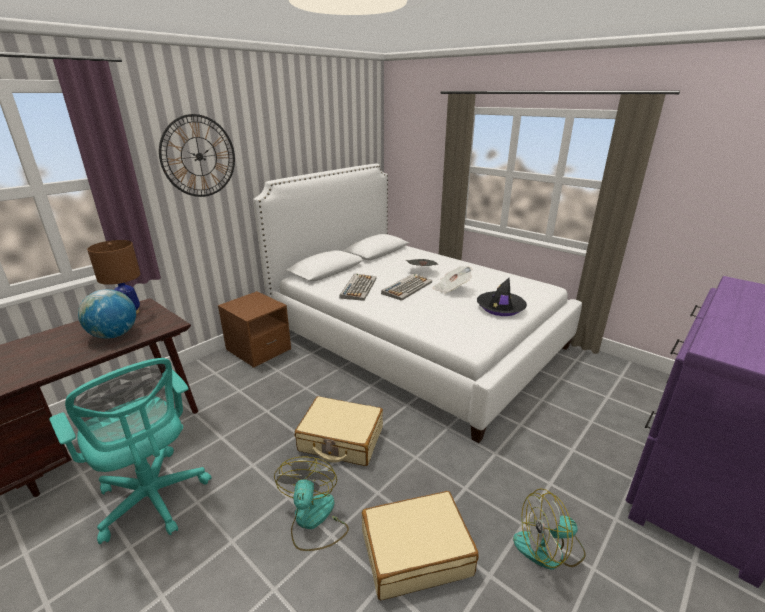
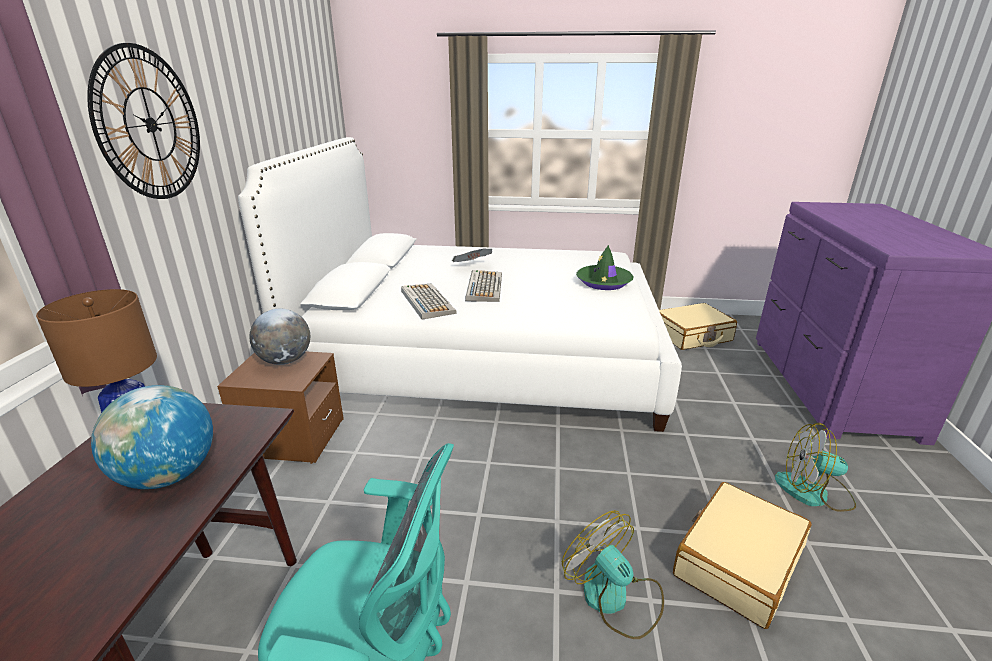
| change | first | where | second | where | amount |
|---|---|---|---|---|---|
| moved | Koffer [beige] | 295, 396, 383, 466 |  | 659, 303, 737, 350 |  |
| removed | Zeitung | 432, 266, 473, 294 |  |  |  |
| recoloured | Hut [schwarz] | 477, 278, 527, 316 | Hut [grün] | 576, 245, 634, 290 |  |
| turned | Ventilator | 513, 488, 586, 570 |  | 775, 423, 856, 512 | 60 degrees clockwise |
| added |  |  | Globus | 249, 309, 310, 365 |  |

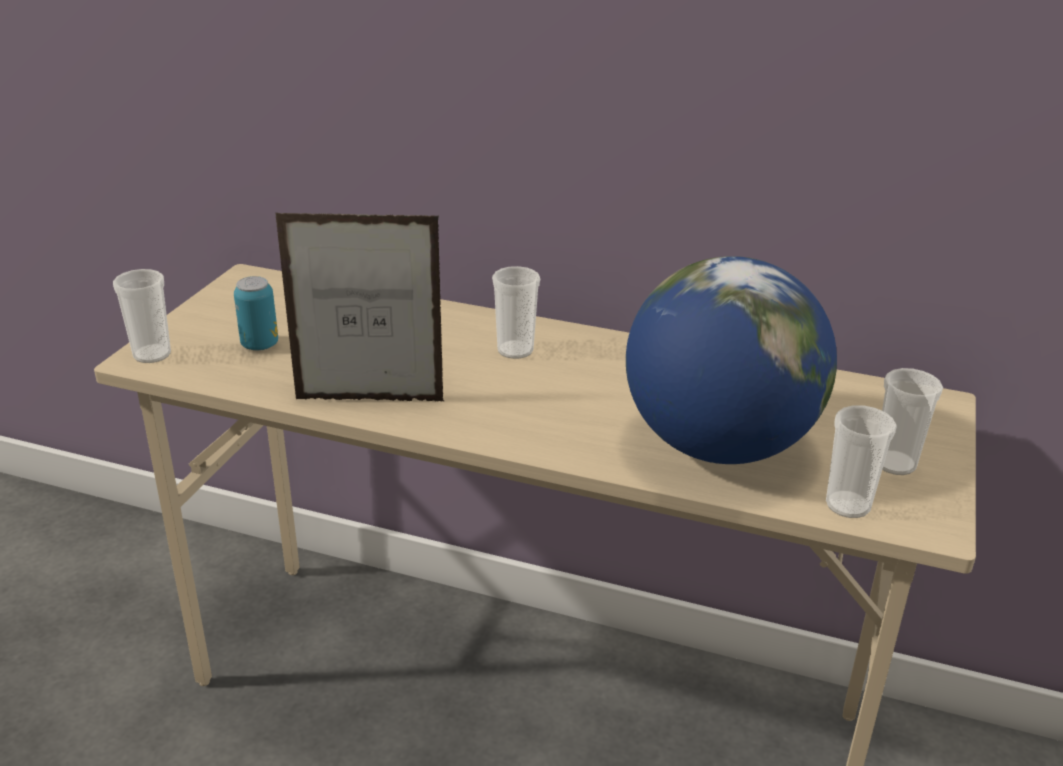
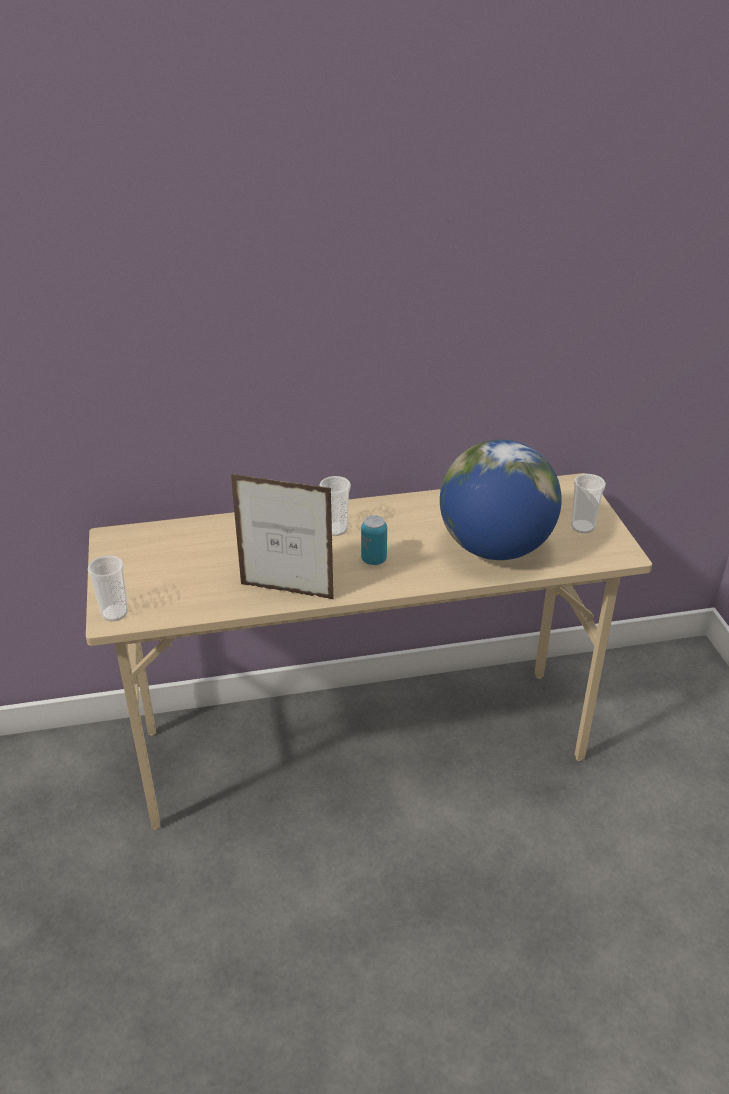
| change | first | where | second | where | amount |
|---|---|---|---|---|---|
| moved | Dose | 234, 276, 278, 351 |  | 361, 515, 387, 565 |  |
| turned | Bilderrahmen | 275, 213, 445, 401 |  | 231, 474, 334, 599 | 45 degrees clockwise |
| removed | Tasse | 826, 405, 897, 518 |  |  |  |

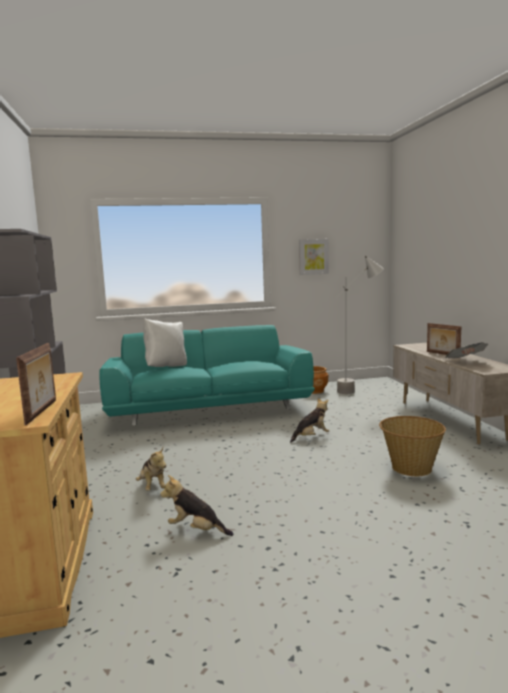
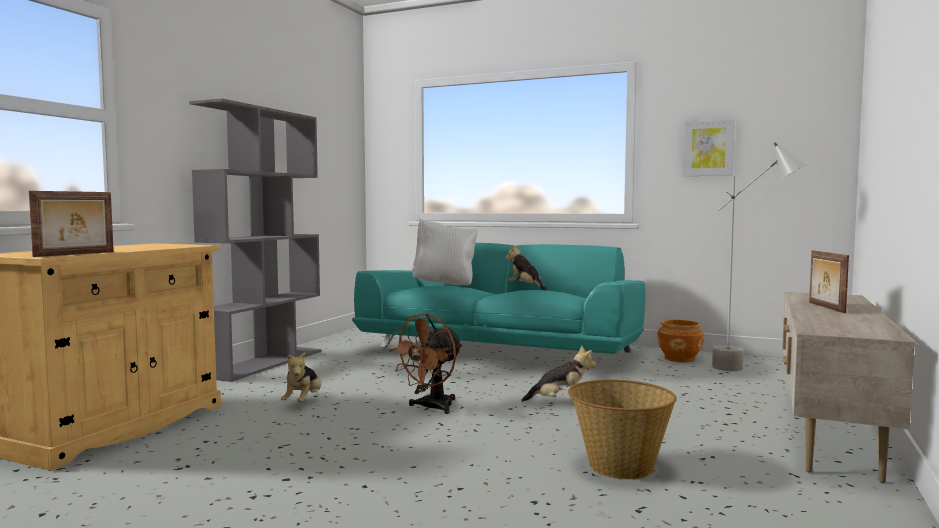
| change | first | where | second | where | amount |
|---|---|---|---|---|---|
| moved | Plüschtier | 160, 475, 233, 536 |  | 505, 245, 547, 291 |  |
| removed | Zeitung | 445, 342, 488, 358 |  |  |  |
| added |  |  | Ventilator [braun] | 389, 313, 462, 414 |  |

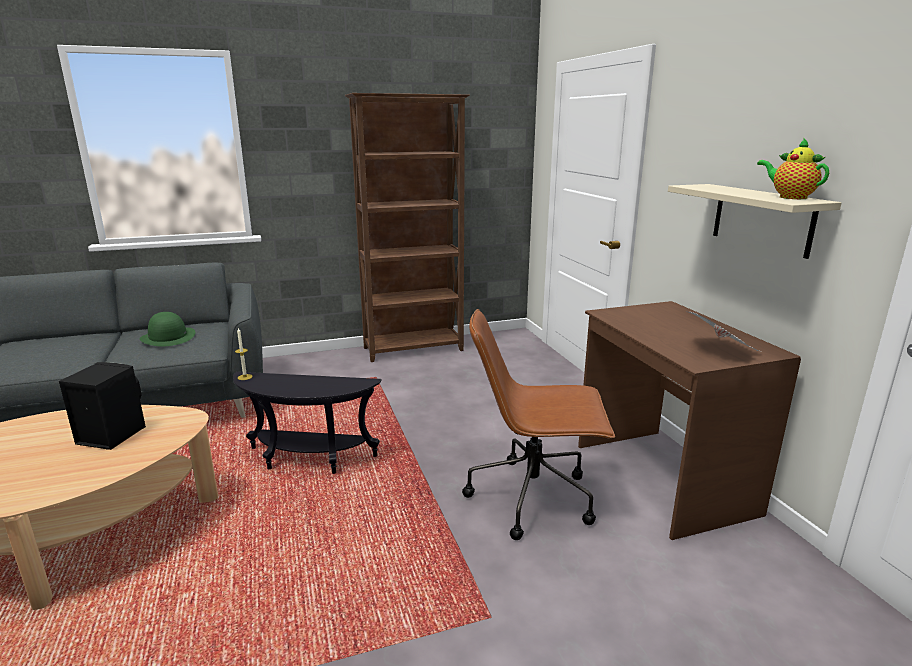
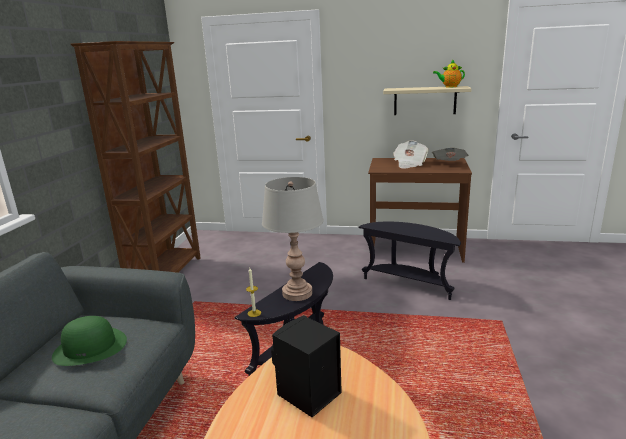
| change | first | where | second | where | amount |
|---|---|---|---|---|---|
| replaced | Bürostuhl [braun] | 462, 309, 615, 540 | Beistelltisch [schwarz] | 358, 222, 461, 300 |  |
| added |  |  | Tischlampe [grau] | 262, 177, 324, 301 |  |
| added |  |  | Zeitung | 393, 140, 429, 169 |  |

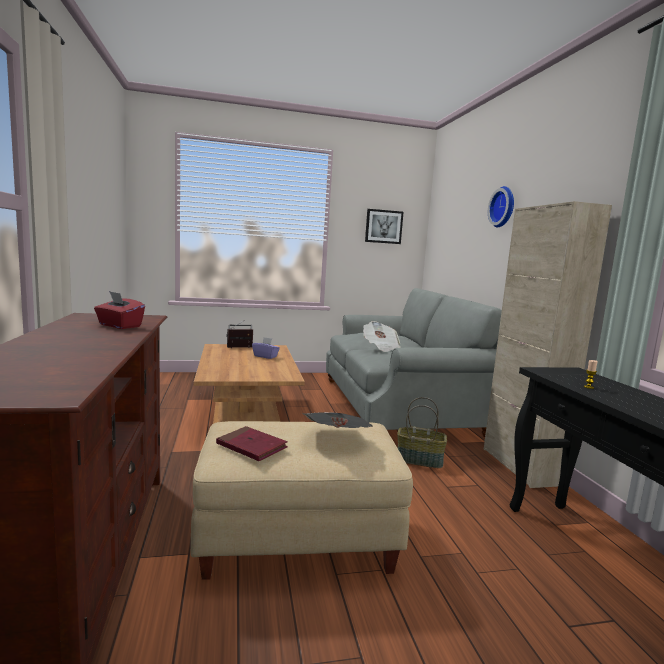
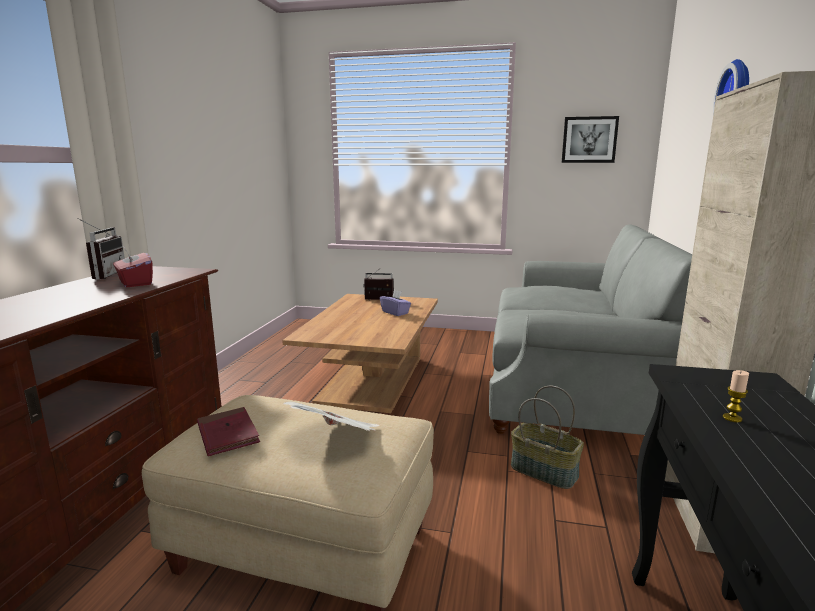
| change | first | where | second | where | amount |
|---|---|---|---|---|---|
| removed | Zeitung | 363, 321, 401, 352 |  |  |  |
| added |  |  | Radio | 77, 218, 125, 280 |  |

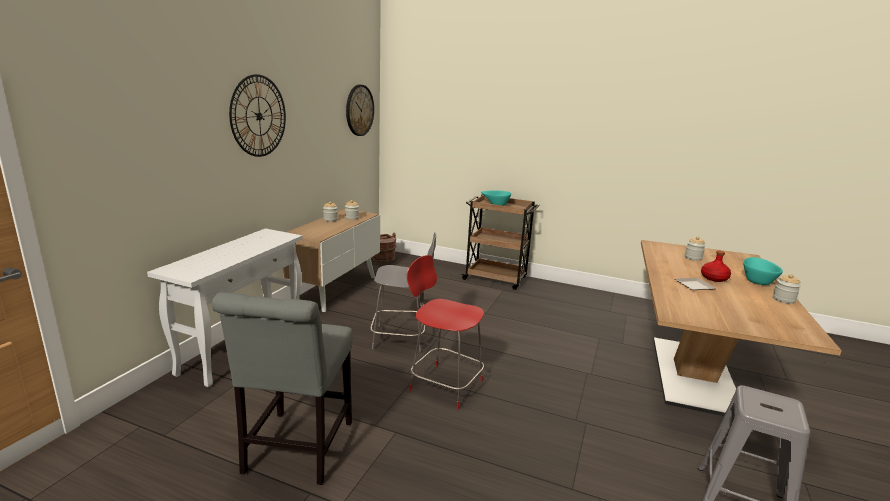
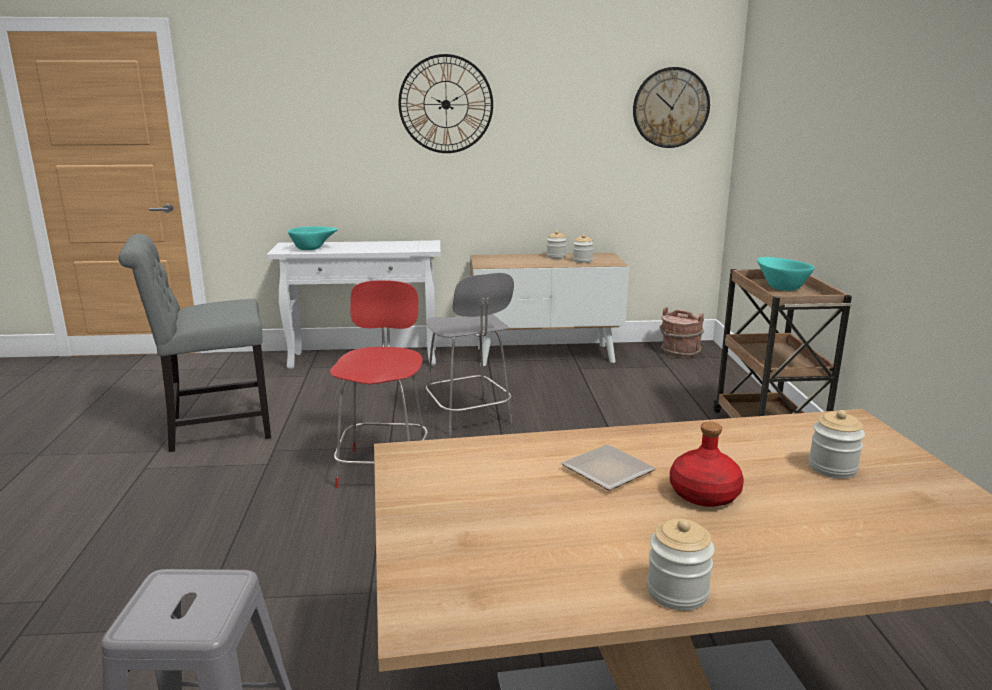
| change | first | where | second | where | amount |
|---|---|---|---|---|---|
| moved | Schüssel [türkis] | 743, 257, 783, 285 |  | 288, 226, 338, 250 |  |

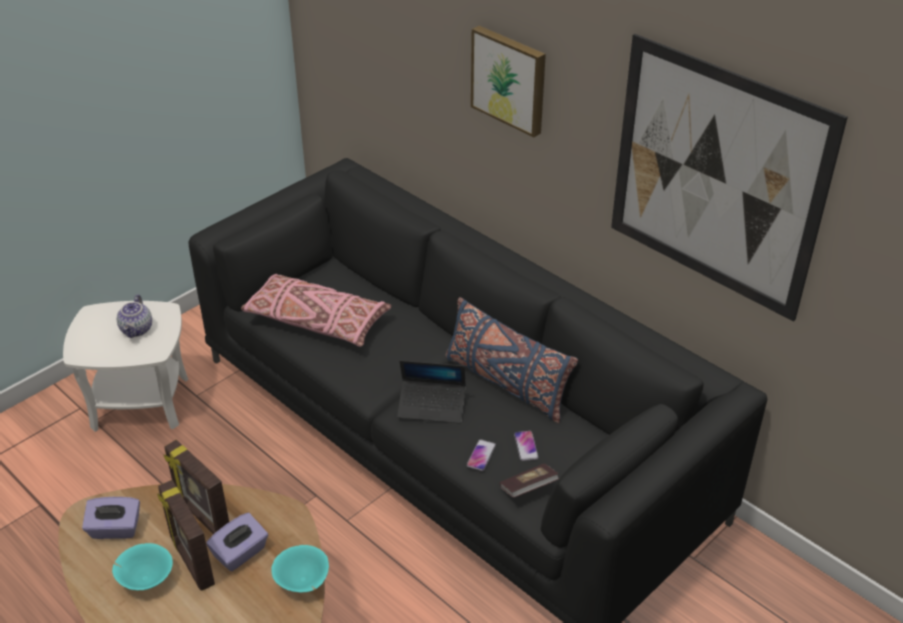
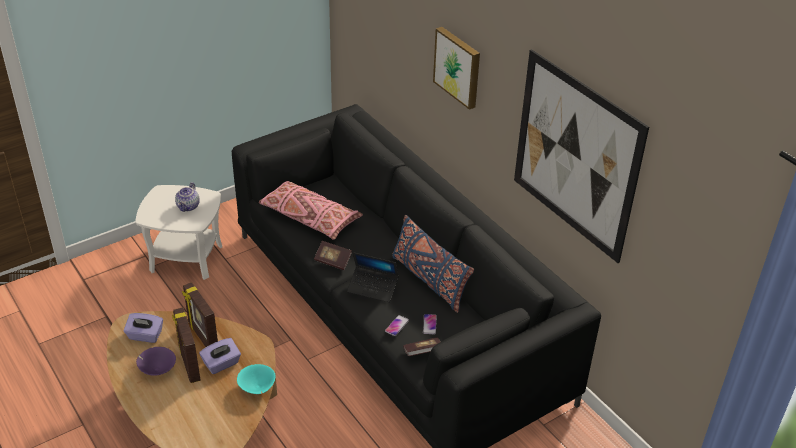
| change | first | where | second | where | amount |
|---|---|---|---|---|---|
| recoloured | Schüssel [türkis] | 112, 543, 173, 590 | Schüssel [lila] | 136, 347, 176, 376 |  |
| added |  |  | Buch | 314, 241, 352, 270 |  |

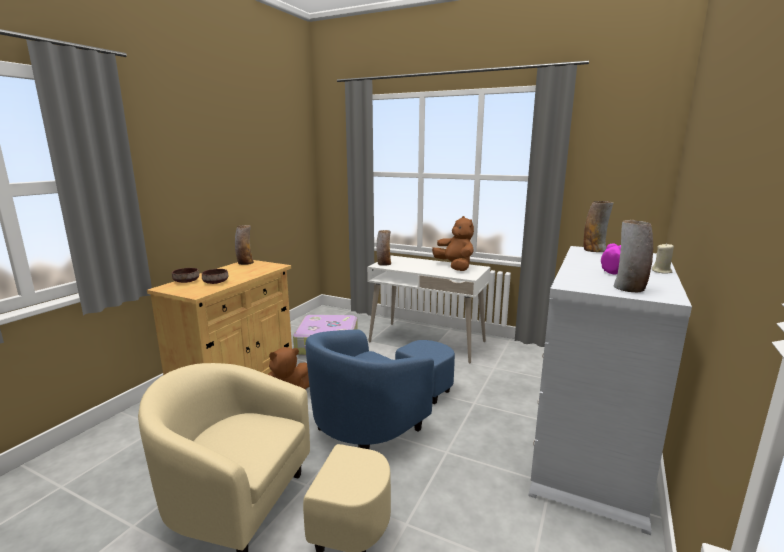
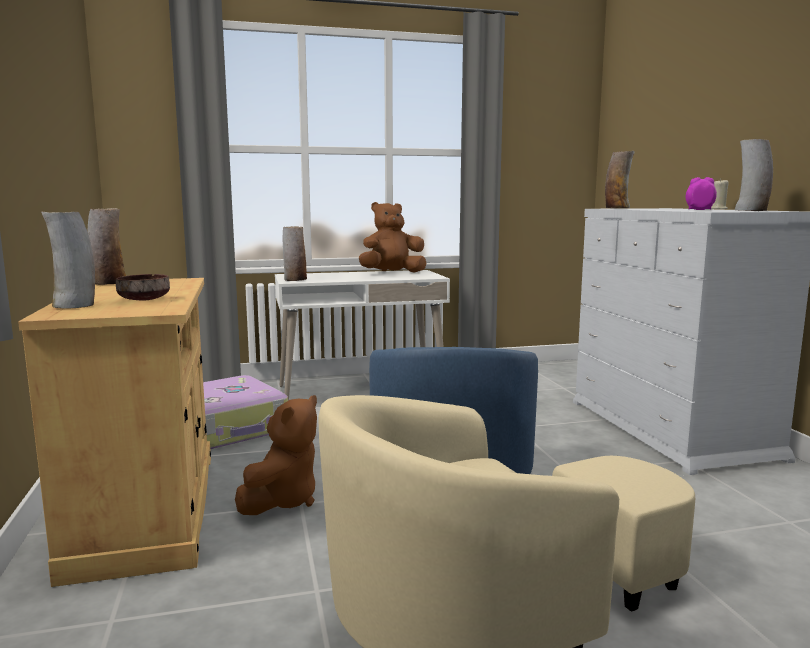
| change | first | where | second | where | amount |
|---|---|---|---|---|---|
| replaced | Schüssel [braun] | 172, 268, 199, 283 | Vase | 41, 211, 95, 308 |  |
| turned | Plüschtier [braun] | 432, 216, 474, 271 |  | 359, 202, 427, 273 | 45 degrees counterclockwise |

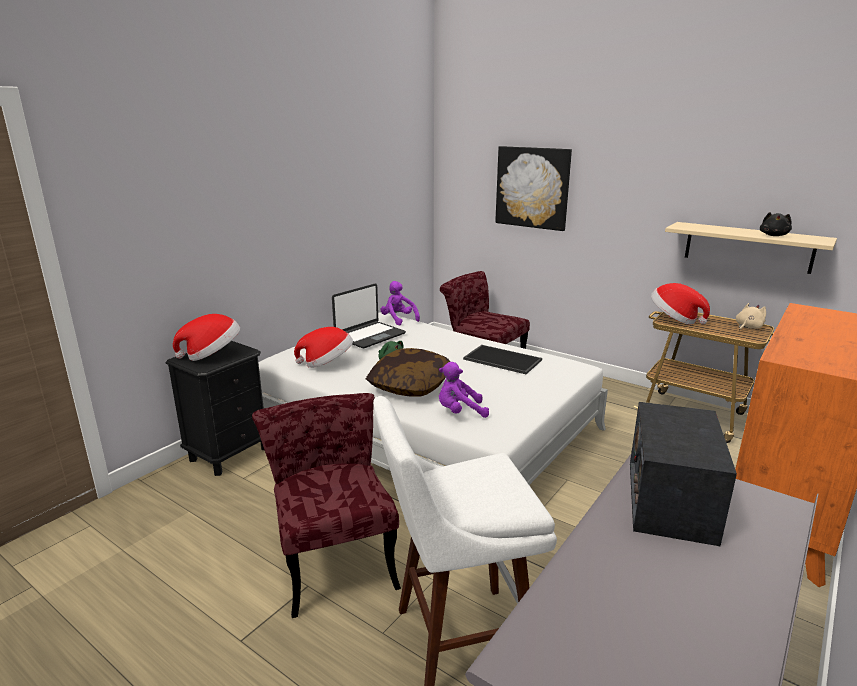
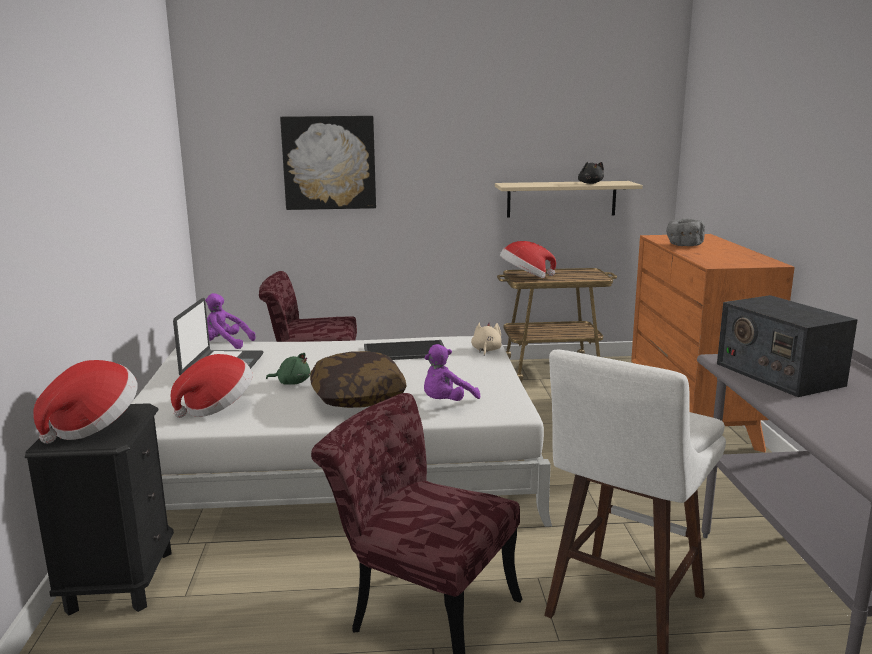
| change | first | where | second | where | amount |
|---|---|---|---|---|---|
| moved | Plüschtier [beige] | 736, 303, 766, 330 |  | 471, 323, 502, 356 |  |
| added |  |  | Schüssel [grau] | 666, 218, 705, 246 |  |

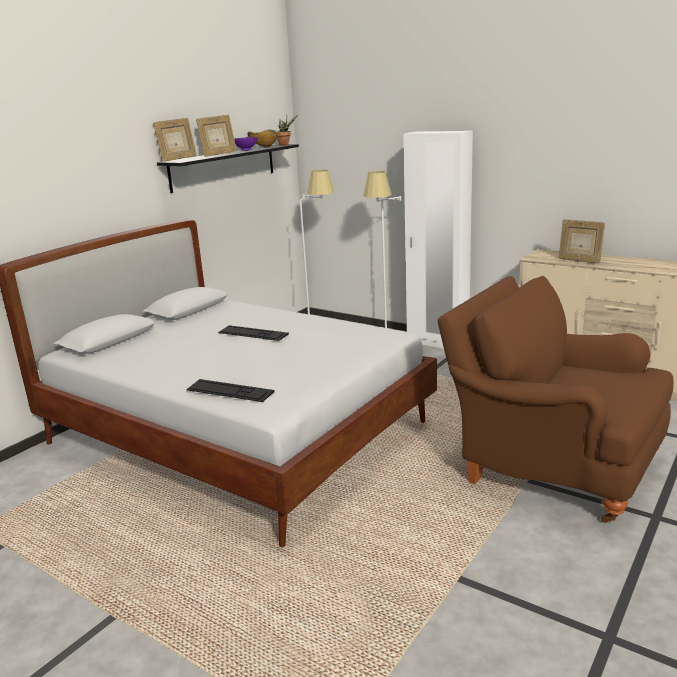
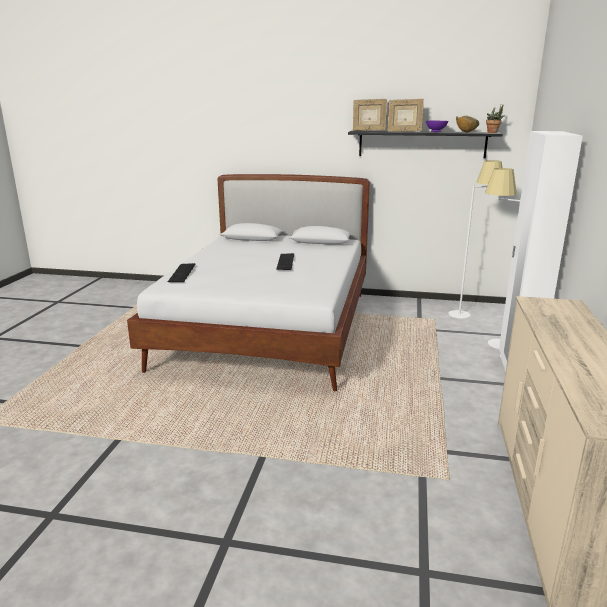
| change | first | where | second | where | amount |
|---|---|---|---|---|---|
| removed | Sessel [braun] | 438, 276, 673, 523 |  |  |  |
| removed | Bilderrahmen | 559, 219, 605, 264 |  |  |  |

